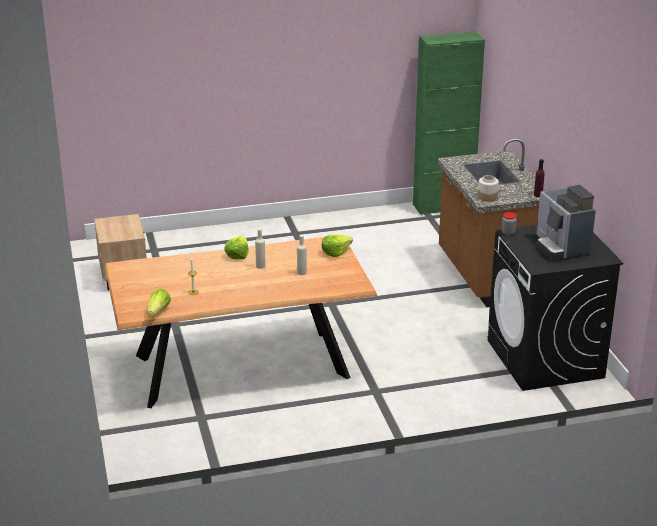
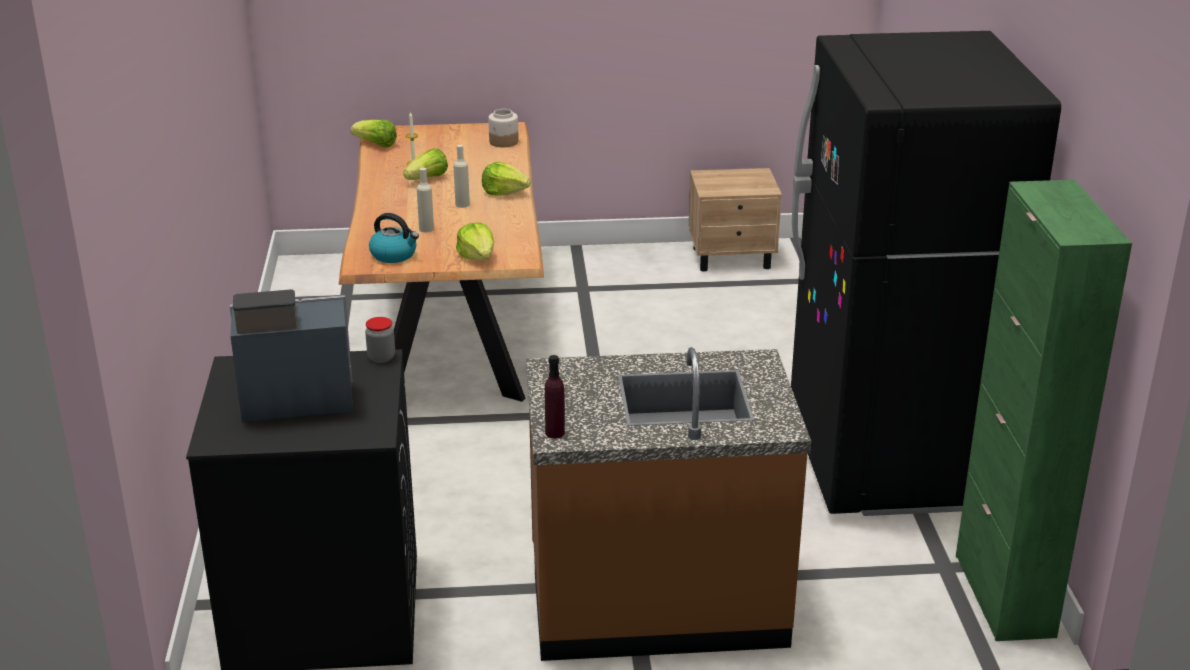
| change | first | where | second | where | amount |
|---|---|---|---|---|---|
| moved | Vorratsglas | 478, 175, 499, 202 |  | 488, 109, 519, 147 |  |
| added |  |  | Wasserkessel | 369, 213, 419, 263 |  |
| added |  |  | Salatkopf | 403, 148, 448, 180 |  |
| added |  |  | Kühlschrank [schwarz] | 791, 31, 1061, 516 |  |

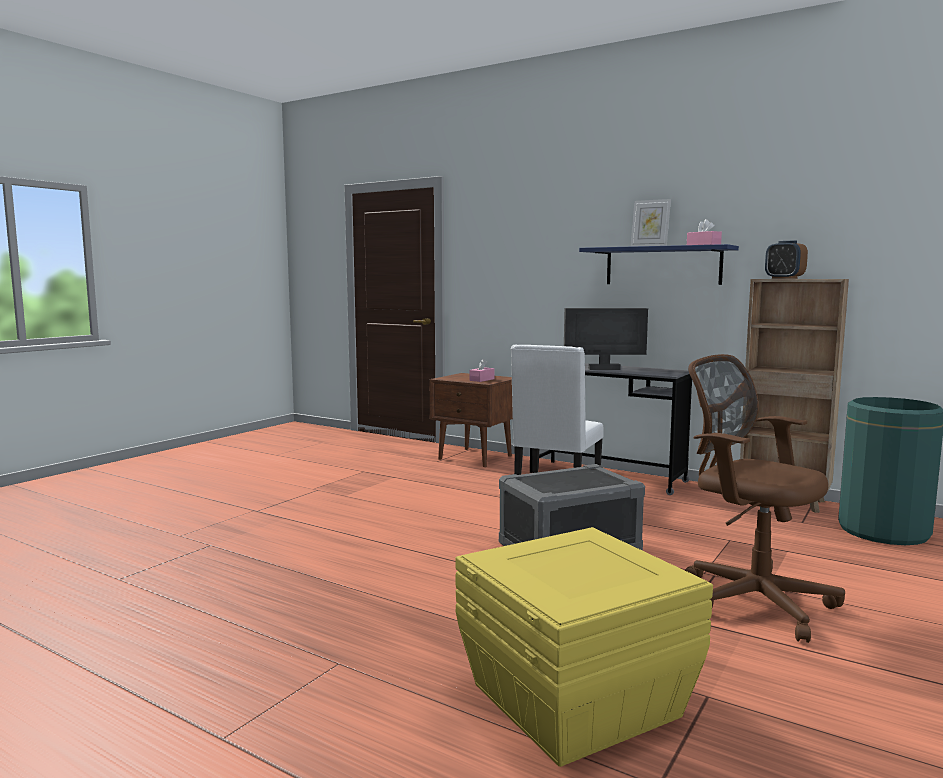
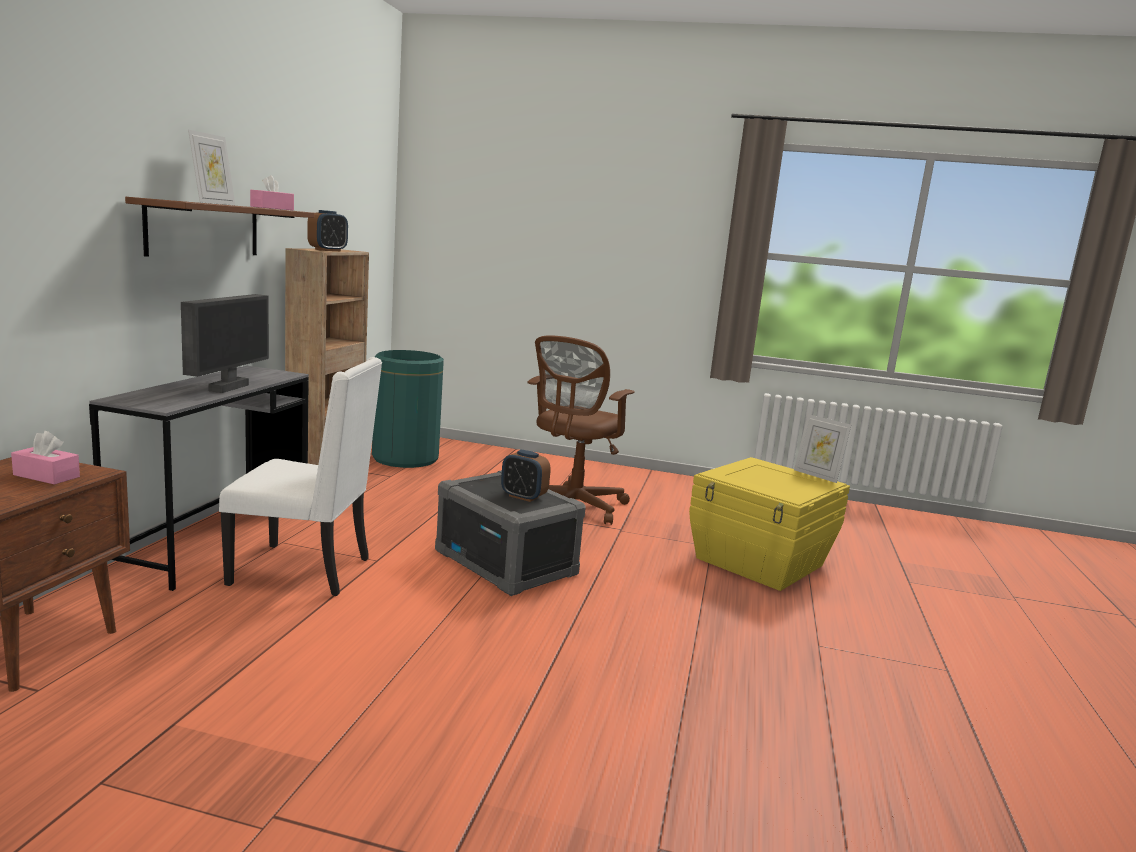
| change | first | where | second | where | amount |
|---|---|---|---|---|---|
| turned | Monitor | 564, 308, 648, 370 |  | 181, 294, 269, 393 | 150 degrees counterclockwise |
| recoloured | Wandregal [blau] | 579, 244, 739, 285 | Wandregal [braun] | 125, 197, 314, 257 |  |
| added |  |  | Wecker | 501, 450, 551, 502 |  |
| added |  |  | Bilderrahmen | 794, 414, 851, 483 |  |

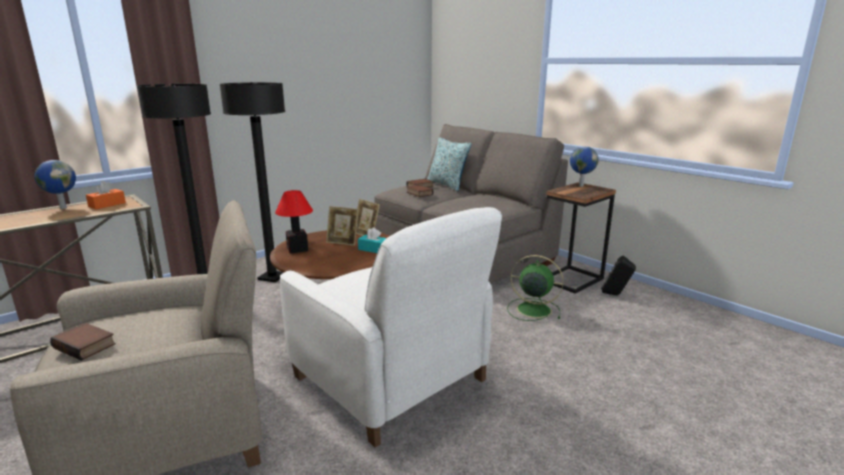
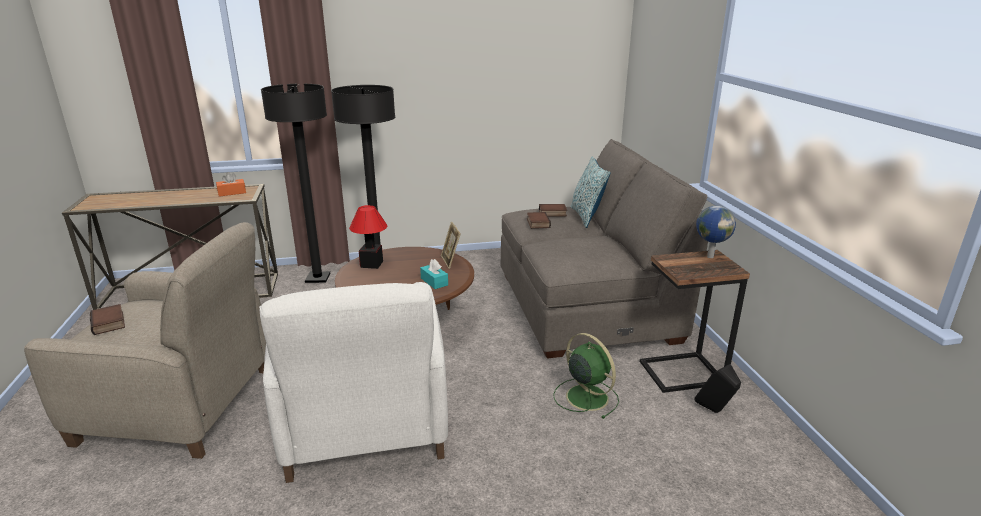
| change | first | where | second | where | amount |
|---|---|---|---|---|---|
| removed | Globus | 35, 160, 76, 209 |  |  |  |
| removed | Bilderrahmen | 326, 206, 358, 246 |  |  |  |

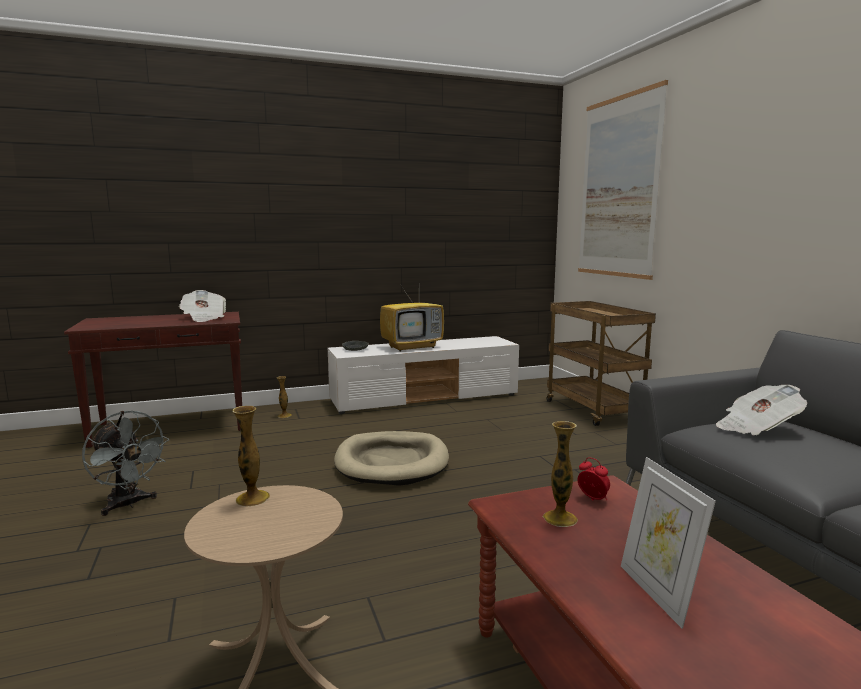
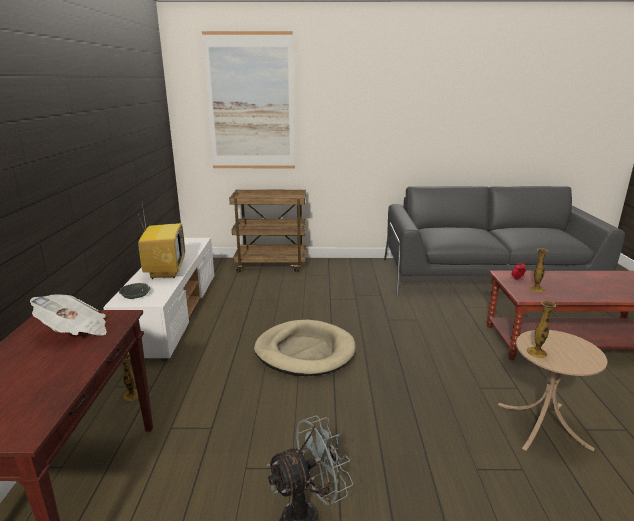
| change | first | where | second | where | amount |
|---|---|---|---|---|---|
| removed | Bilderrahmen | 621, 457, 716, 629 |  |  |  |
| removed | Zeitung | 716, 385, 807, 435 |  |  |  |

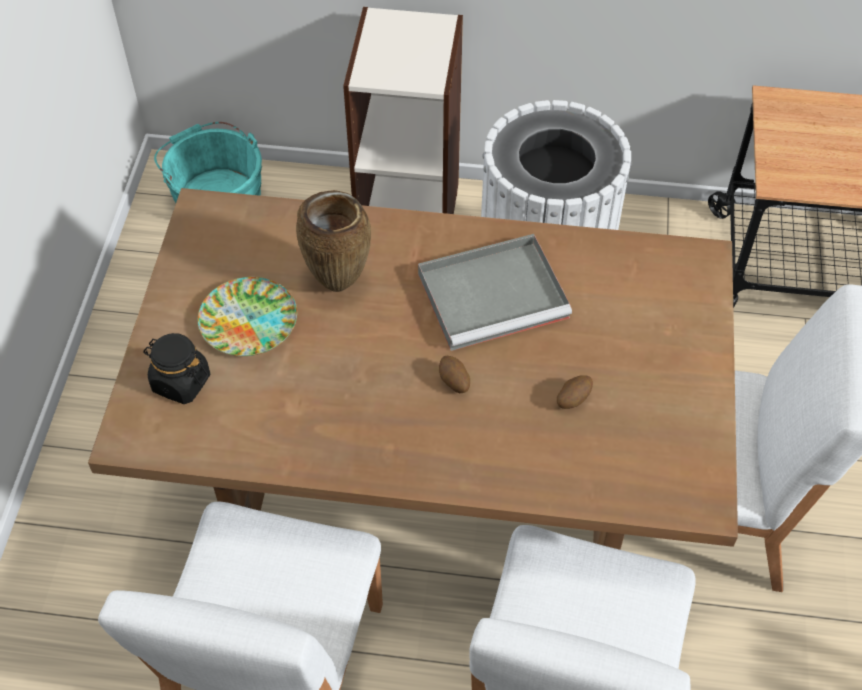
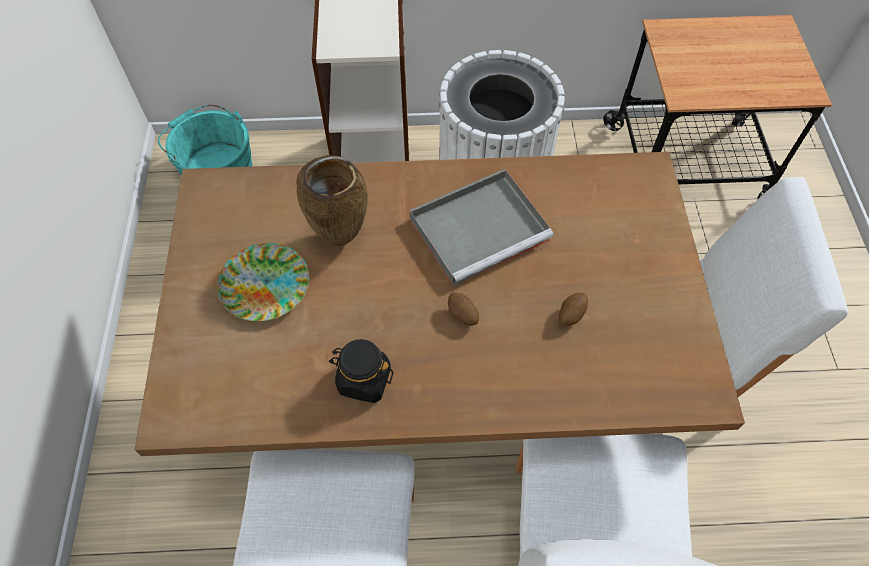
| change | first | where | second | where | amount |
|---|---|---|---|---|---|
| moved | Vorratsglas [schwarz] | 143, 333, 210, 404 |  | 329, 339, 394, 403 |  |

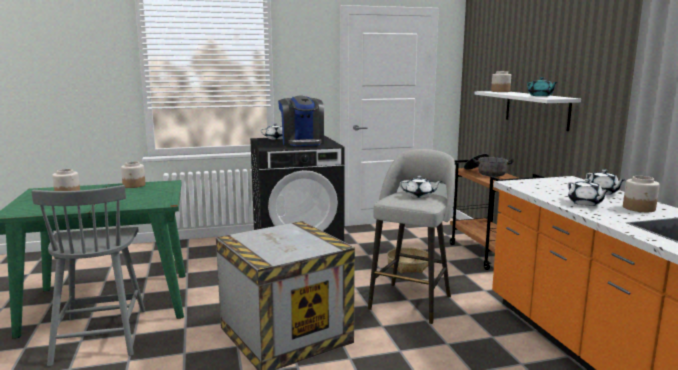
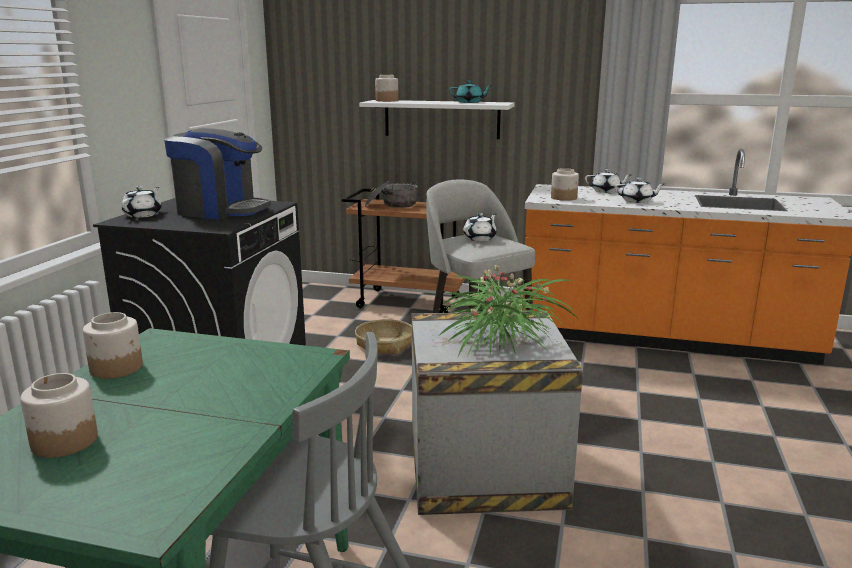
| change | first | where | second | where | amount |
|---|---|---|---|---|---|
| moved | Vorratsglas | 623, 176, 660, 212 |  | 551, 168, 579, 201 |  |
| added |  |  | Topfpflanze | 440, 265, 576, 356 |  |

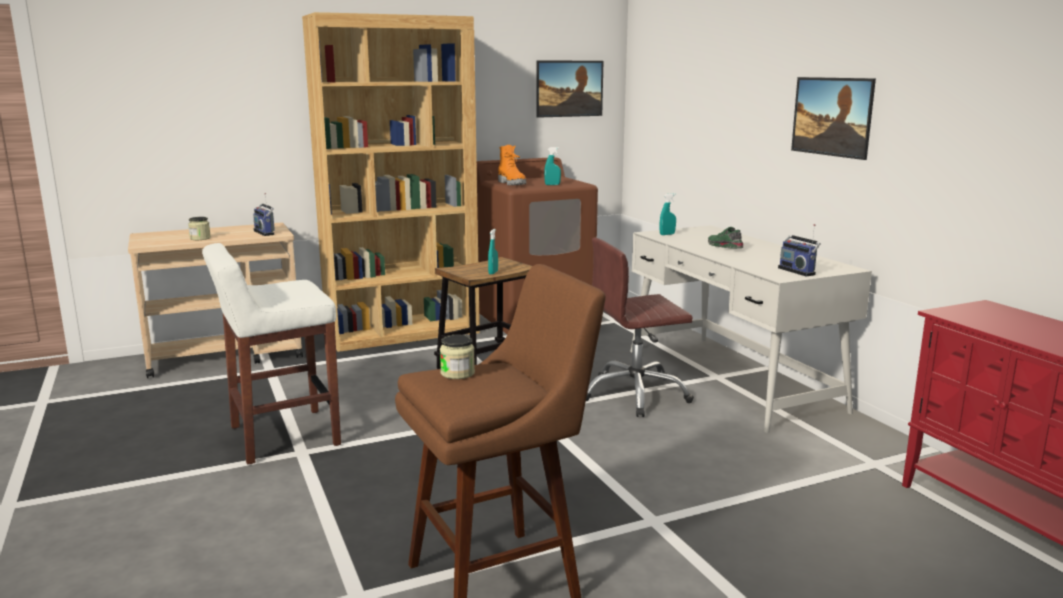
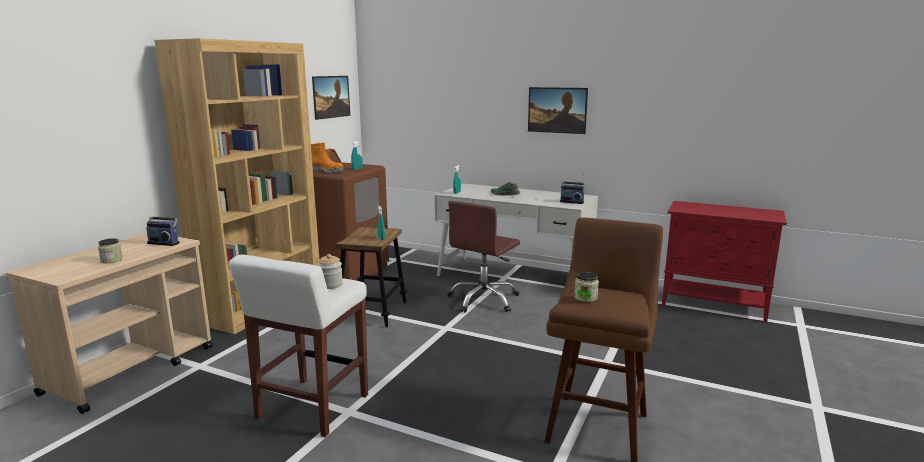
| change | first | where | second | where | amount |
|---|---|---|---|---|---|
| added |  |  | Vorratsglas | 317, 254, 343, 289 |  |

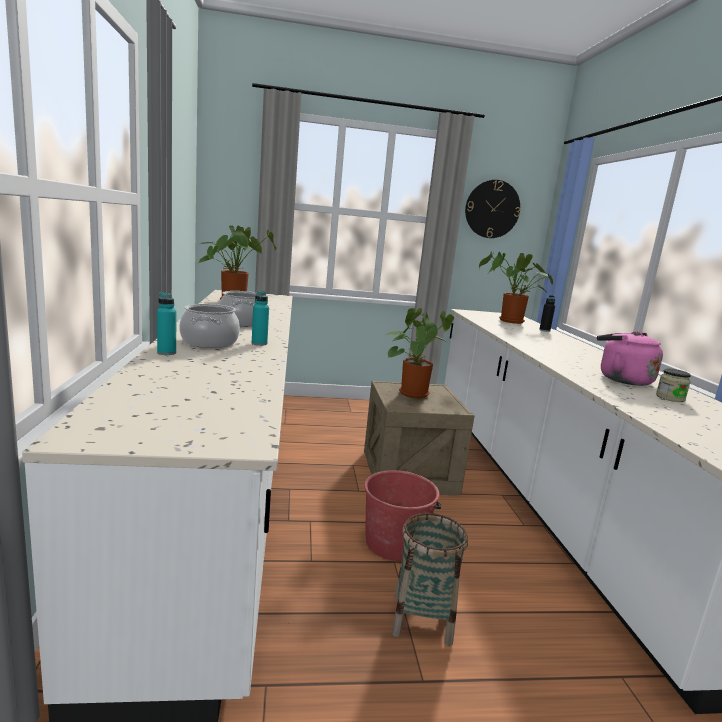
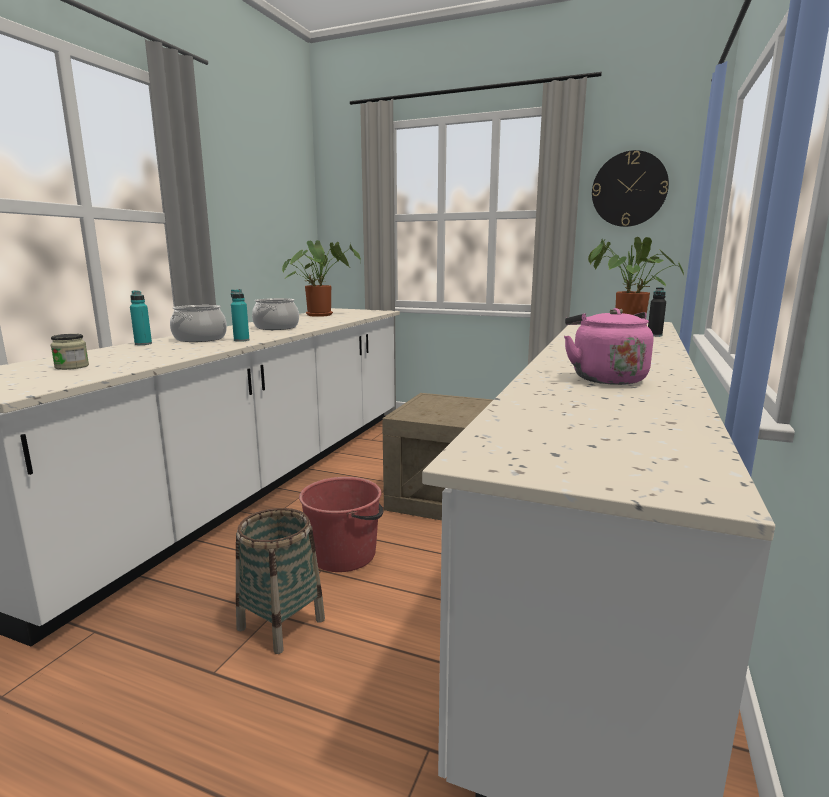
| change | first | where | second | where | amount |
|---|---|---|---|---|---|
| removed | Topfpflanze | 384, 308, 454, 398 |  |  |  |
| moved | Vorratsglas | 656, 369, 691, 402 |  | 51, 334, 89, 370 |  |

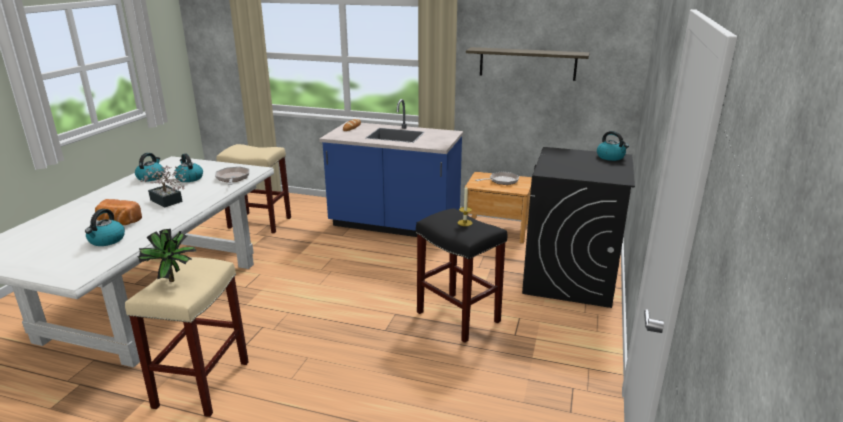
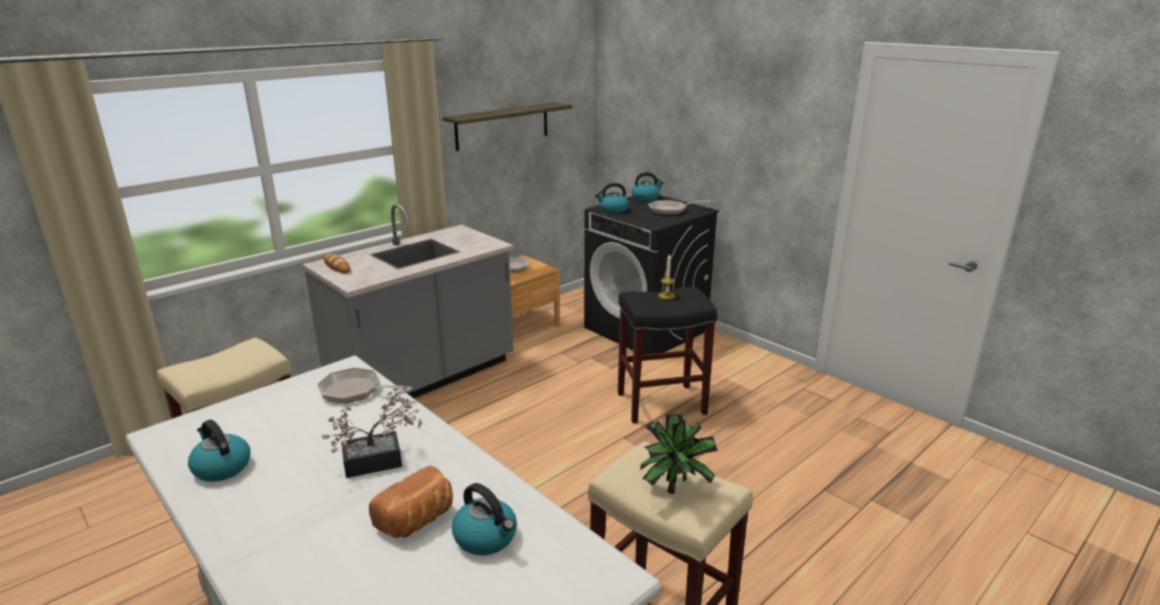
| change | first | where | second | where | amount |
|---|---|---|---|---|---|
| moved | Wasserkessel | 174, 154, 203, 182 |  | 595, 183, 629, 214 |  |
| recoloured | Küchenzeile [blau] | 319, 99, 463, 237 | Küchenzeile [grau] | 302, 204, 514, 398 |  |
| added |  |  | Pfanne | 648, 200, 710, 215 |  |

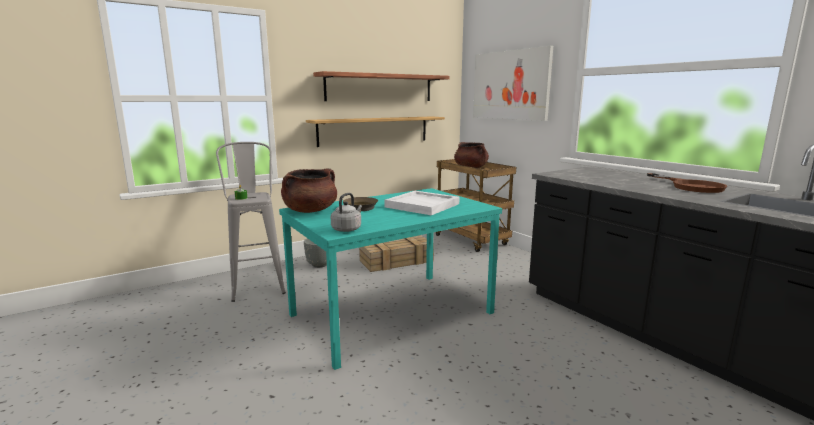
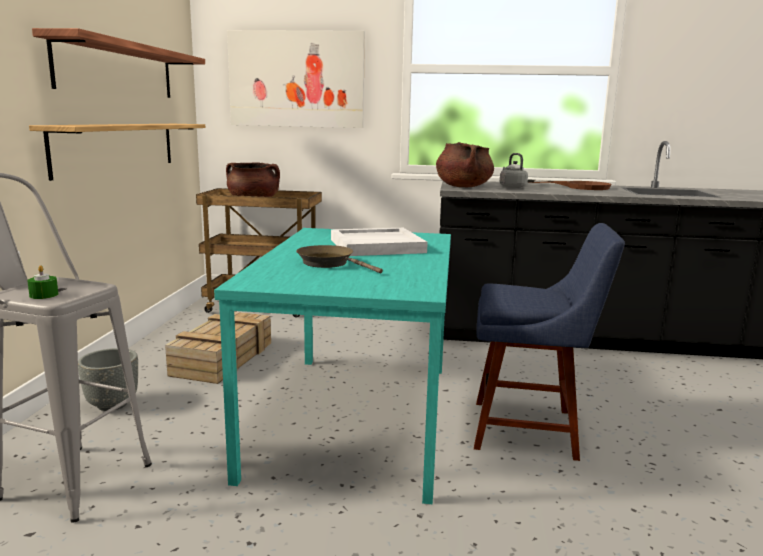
| change | first | where | second | where | amount |
|---|---|---|---|---|---|
| moved | Kochtopf [braun] | 281, 168, 337, 213 |  | 436, 142, 494, 187 |  |
| moved | Wasserkessel [grau] | 331, 193, 362, 232 |  | 500, 153, 528, 188 |  |
| added |  |  | Stuhl [blau] | 474, 223, 625, 461 |  |

